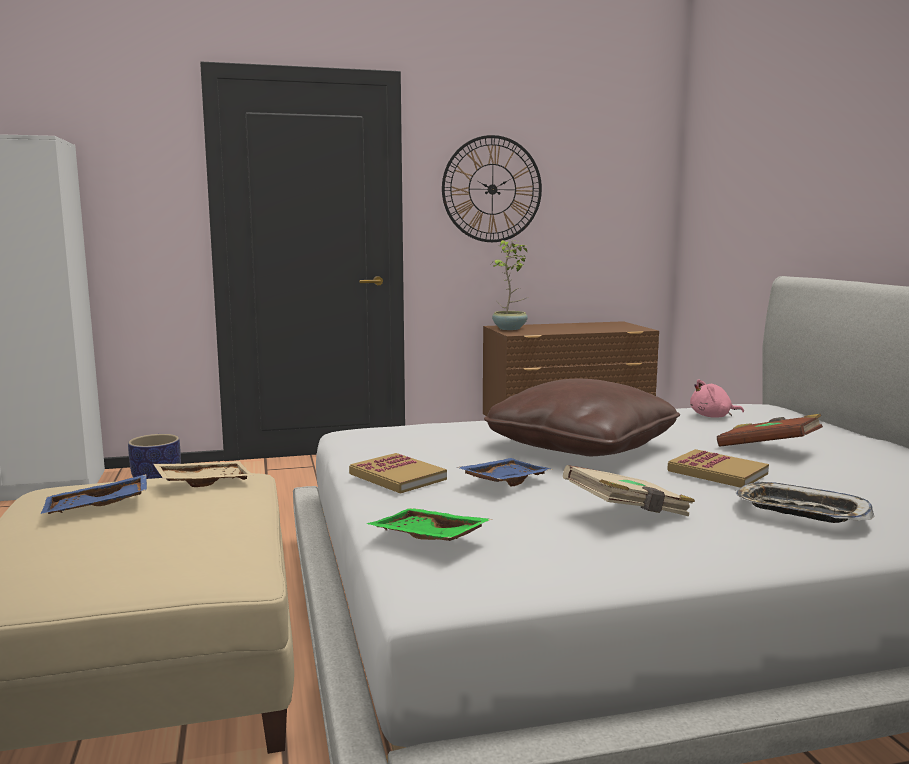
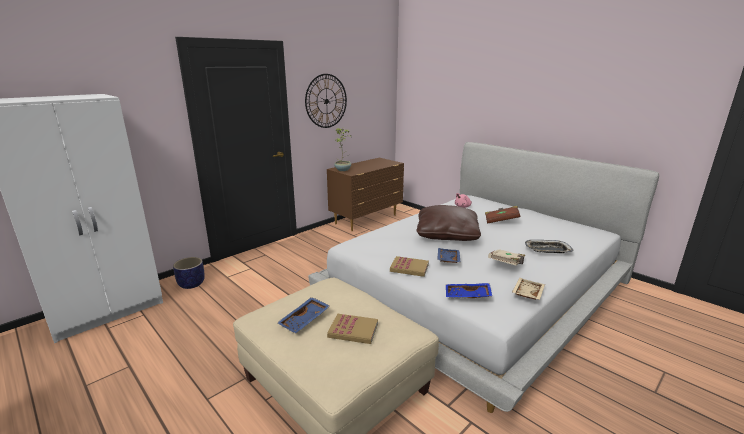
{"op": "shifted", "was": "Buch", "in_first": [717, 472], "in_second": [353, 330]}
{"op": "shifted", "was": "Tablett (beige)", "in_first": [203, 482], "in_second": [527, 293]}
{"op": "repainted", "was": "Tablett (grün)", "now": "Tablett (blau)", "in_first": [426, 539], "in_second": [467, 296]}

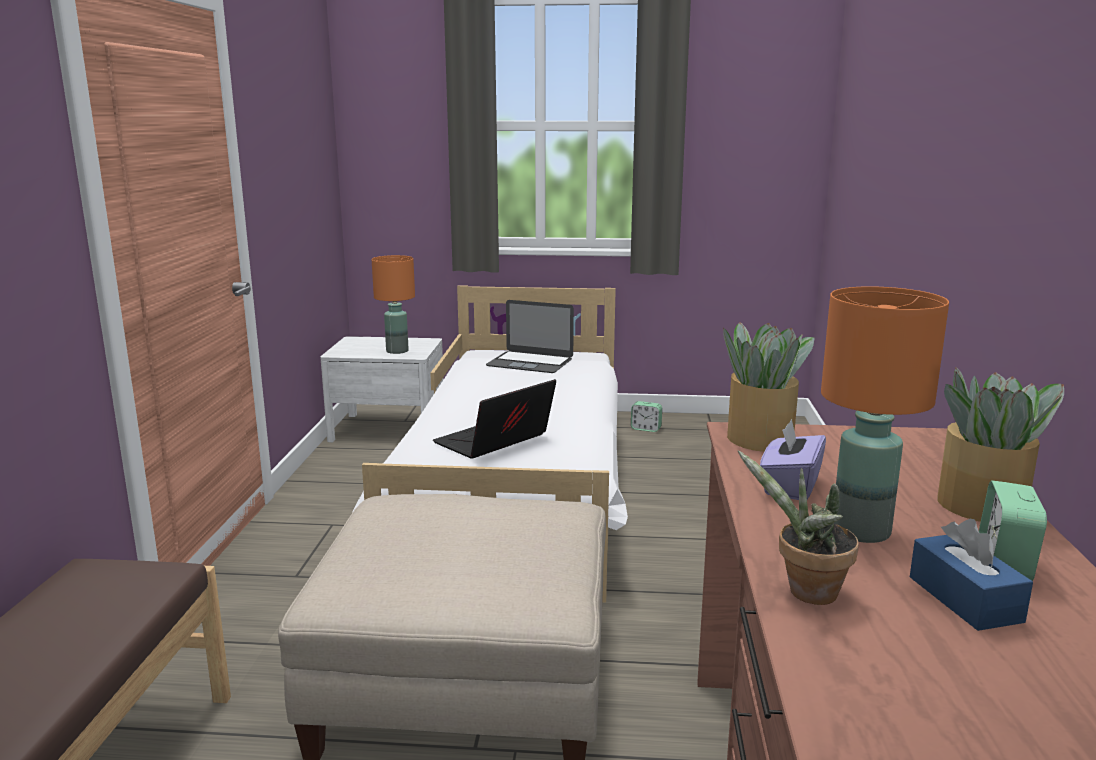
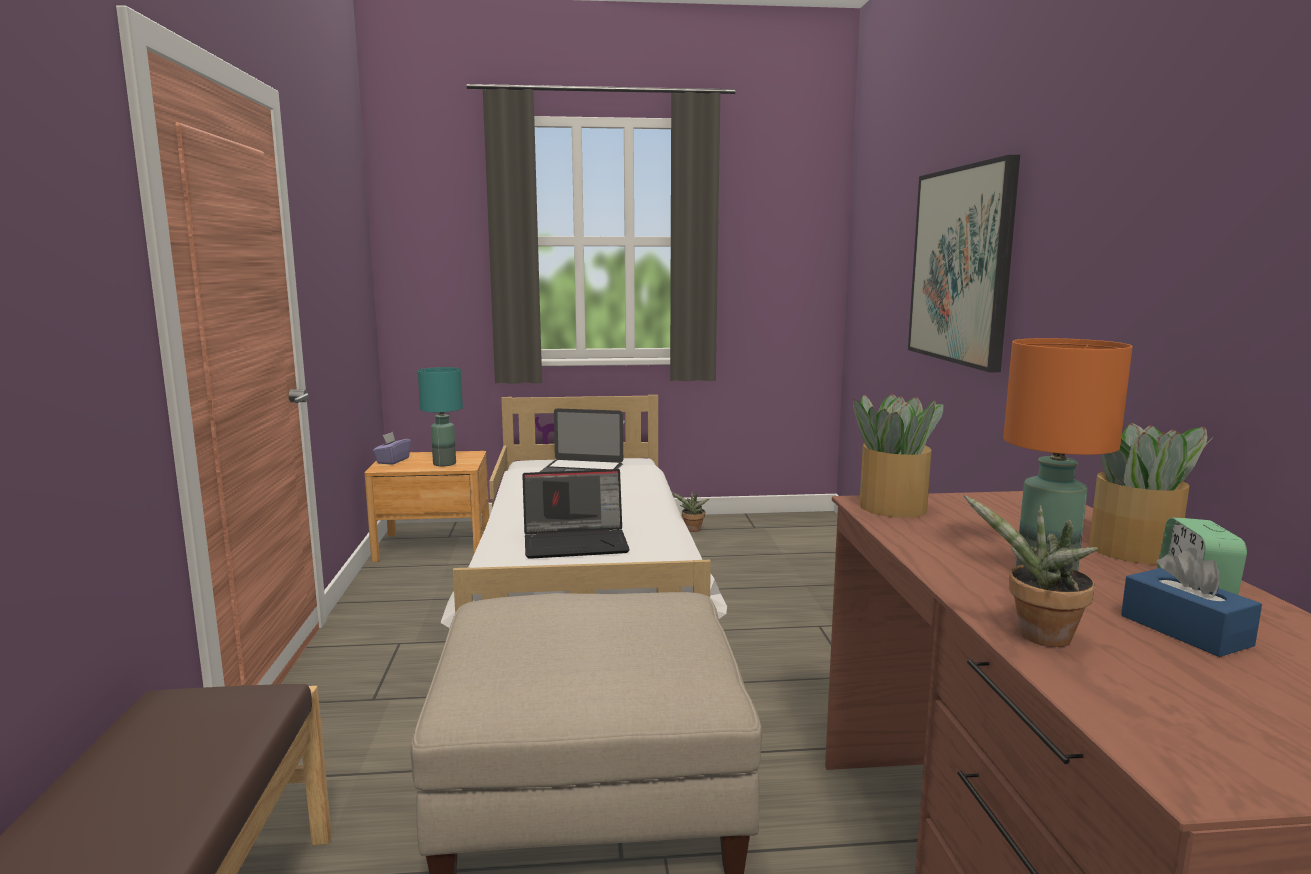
{"op": "repainted", "was": "Tischlampe (orange)", "now": "Tischlampe (türkis)", "in_first": [397, 351], "in_second": [444, 464]}
{"op": "repainted", "was": "Nachttisch (weiß)", "now": "Nachttisch (braun)", "in_first": [388, 429], "in_second": [433, 545]}
{"op": "rotated", "was": "Laptop", "in_first": [494, 442], "in_second": [577, 542], "clockwise": -135}
{"op": "swapped", "was": "Wecker", "now": "Topfpflanze", "in_first": [646, 429], "in_second": [692, 530]}
{"op": "shifted", "was": "Taschentuchbox (lila)", "in_first": [790, 486], "in_second": [392, 461]}
{"op": "new", "now": "Bild", "in_second": [961, 265]}

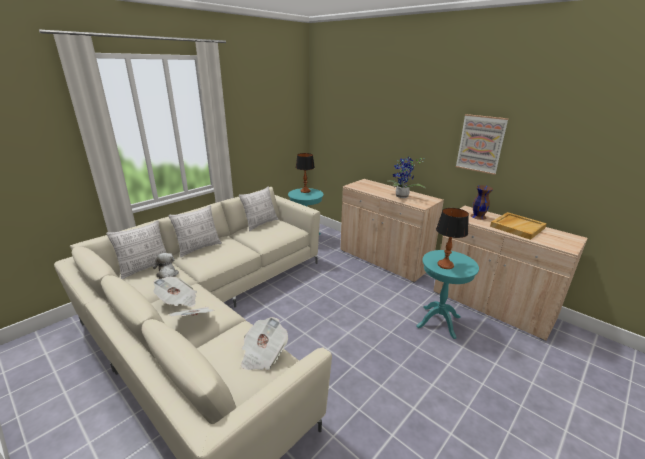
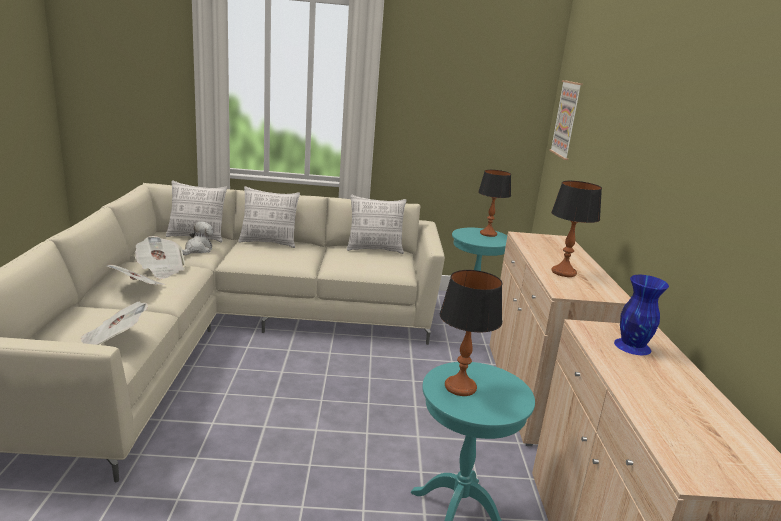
{"op": "shifted", "was": "Bild", "in_first": [480, 144], "in_second": [566, 119]}
{"op": "swapped", "was": "Topfpflanze", "now": "Tischlampe", "in_first": [401, 197], "in_second": [563, 272]}
{"op": "repainted", "was": "Vase (braun)", "now": "Vase (blau)", "in_first": [478, 216], "in_second": [632, 346]}
{"op": "gone", "was": "Tablett (beige)", "in_first": [517, 227]}

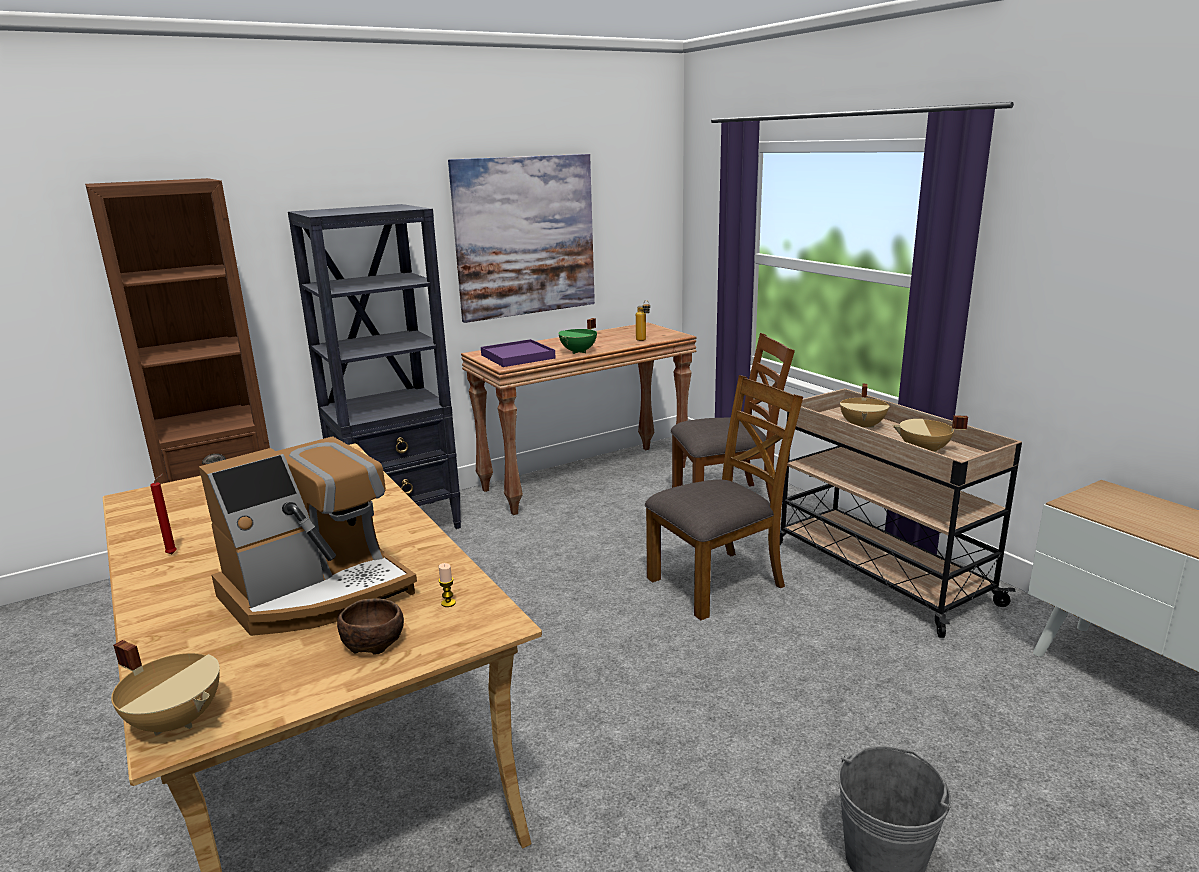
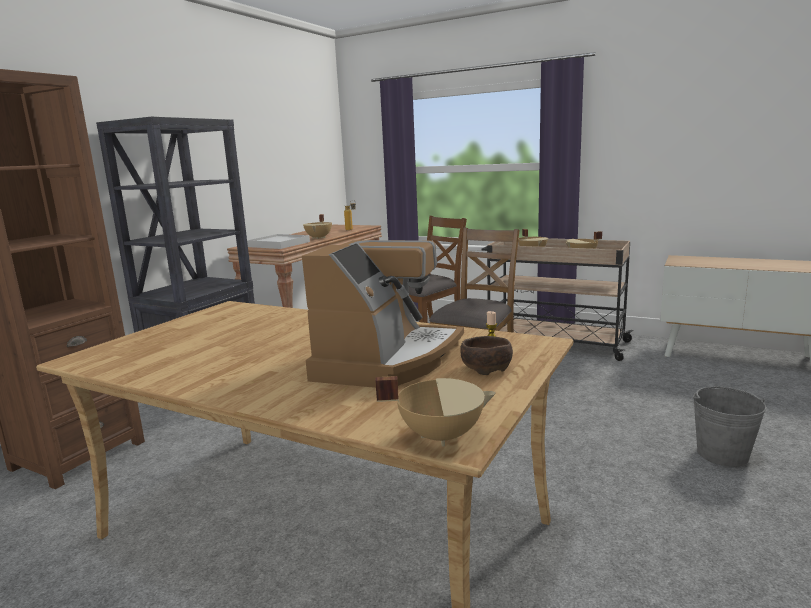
{"op": "gone", "was": "Bild", "in_first": [525, 236]}
{"op": "repainted", "was": "Kochtopf (grün)", "now": "Kochtopf (beige)", "in_first": [579, 351], "in_second": [319, 238]}
{"op": "repainted", "was": "Tablett (lila)", "now": "Tablett (weiß)", "in_first": [518, 357], "in_second": [279, 244]}
{"op": "gone", "was": "Kerze (rot)", "in_first": [173, 553]}

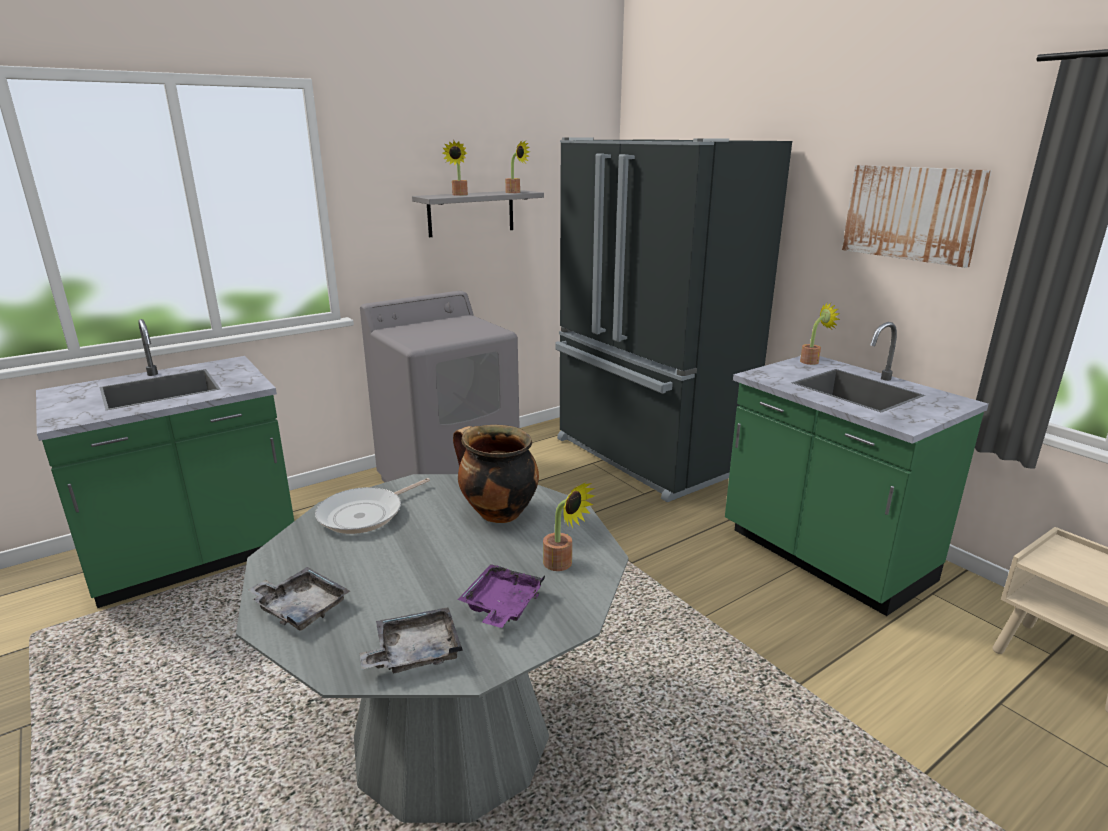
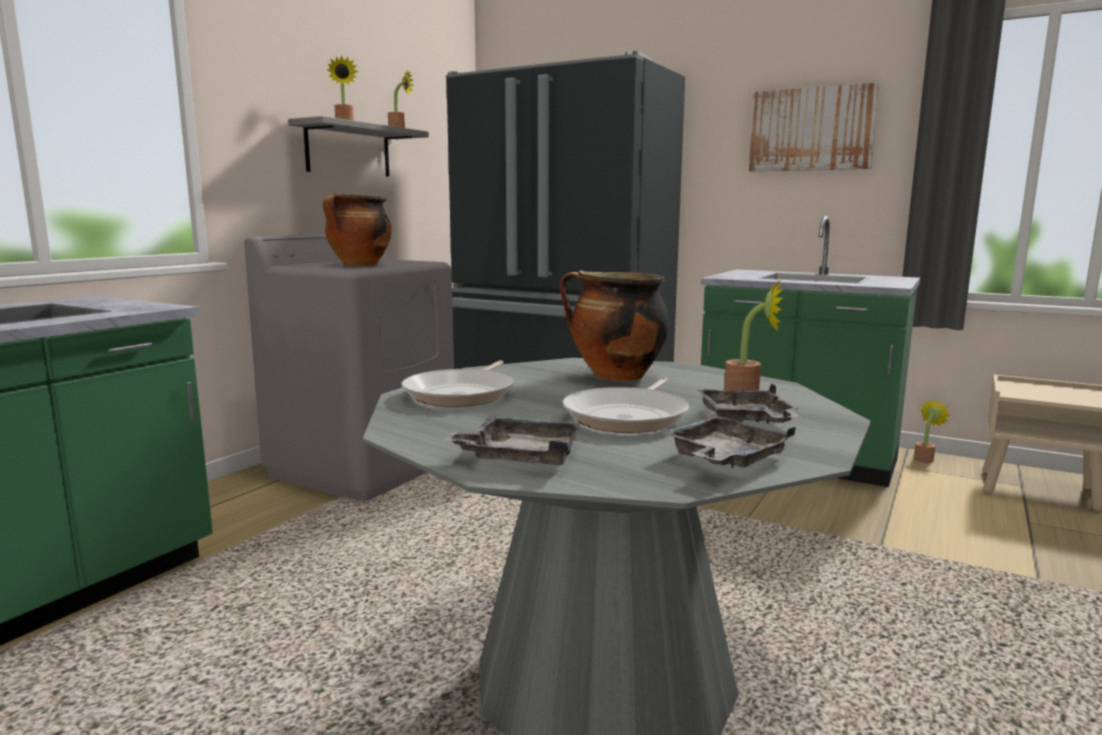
{"op": "shifted", "was": "Topfpflanze", "in_first": [812, 361], "in_second": [925, 459]}
{"op": "repainted", "was": "Tablett (lila)", "now": "Tablett (grau)", "in_first": [501, 605], "in_second": [746, 421]}
{"op": "new", "now": "Kochtopf", "in_second": [359, 265]}
{"op": "new", "now": "Pfanne", "in_second": [628, 416]}

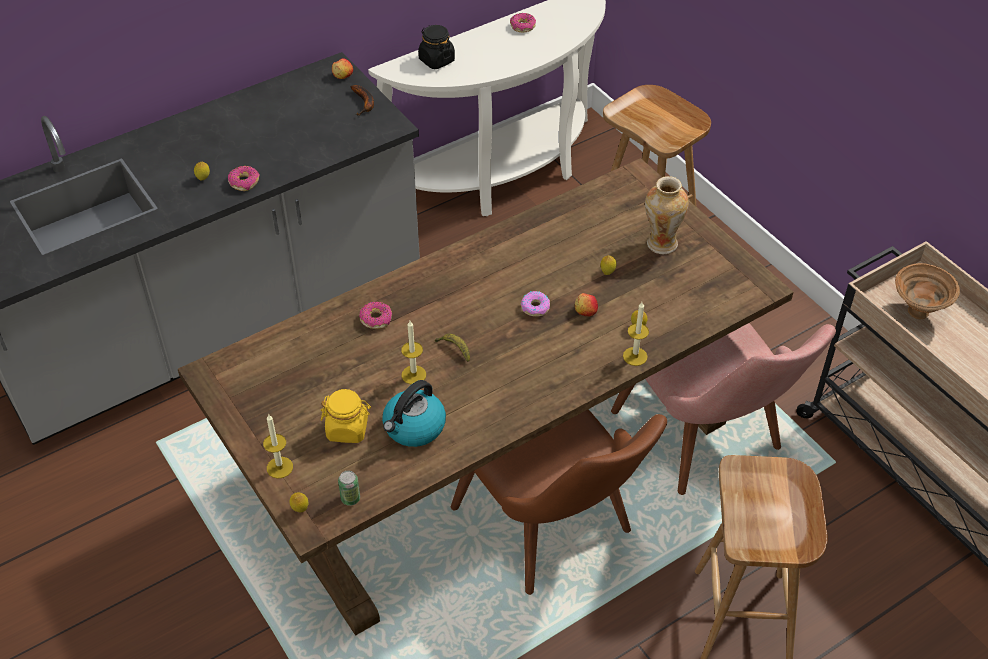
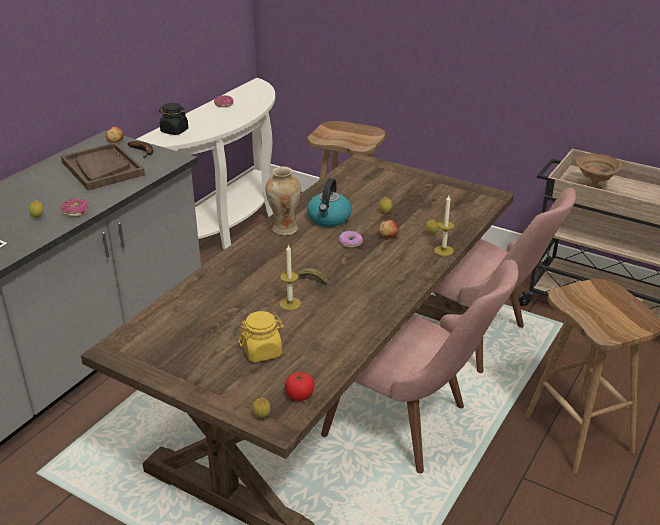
{"op": "shifted", "was": "Vase", "in_first": [661, 244], "in_second": [284, 229]}
{"op": "gone", "was": "Donut", "in_first": [376, 319]}
{"op": "shifted", "was": "Wasserkessel", "in_first": [414, 428], "in_second": [329, 219]}
{"op": "repainted", "was": "Stuhl (braun)", "now": "Stuhl (rosa)", "in_first": [556, 534], "in_second": [412, 426]}
{"op": "gone", "was": "Kerze", "in_first": [279, 467]}
{"op": "swapped", "was": "Dose", "now": "Tomate", "in_first": [350, 498], "in_second": [299, 395]}
{"op": "new", "now": "Tablett (braun)", "in_second": [102, 168]}

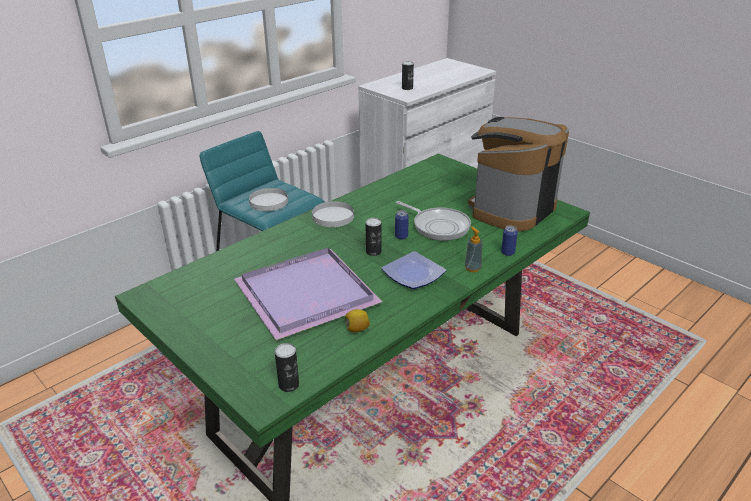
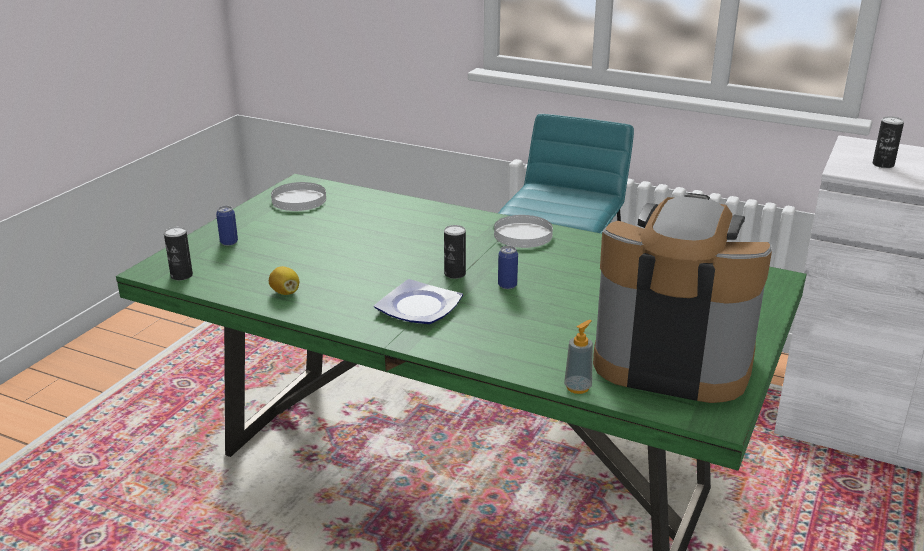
{"op": "shifted", "was": "Teller (weiß)", "in_first": [268, 201], "in_second": [299, 199]}
{"op": "gone", "was": "Pfanne", "in_first": [438, 226]}
{"op": "shifted", "was": "Seifenspender", "in_first": [472, 268], "in_second": [577, 387]}
{"op": "shifted", "was": "Dose", "in_first": [507, 253], "in_second": [229, 242]}
{"op": "gone", "was": "Tablett (lila)", "in_first": [305, 296]}

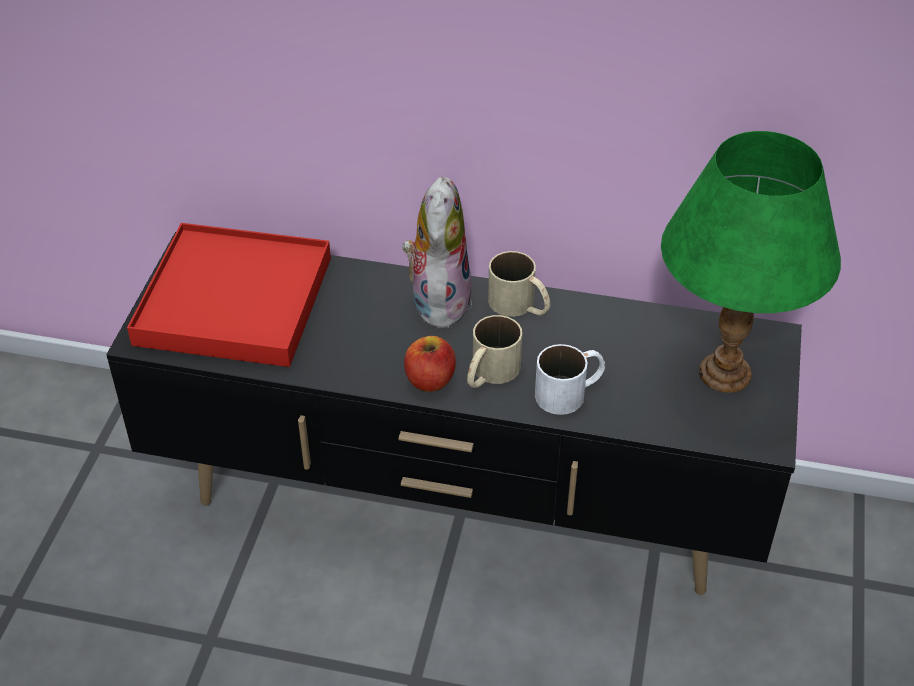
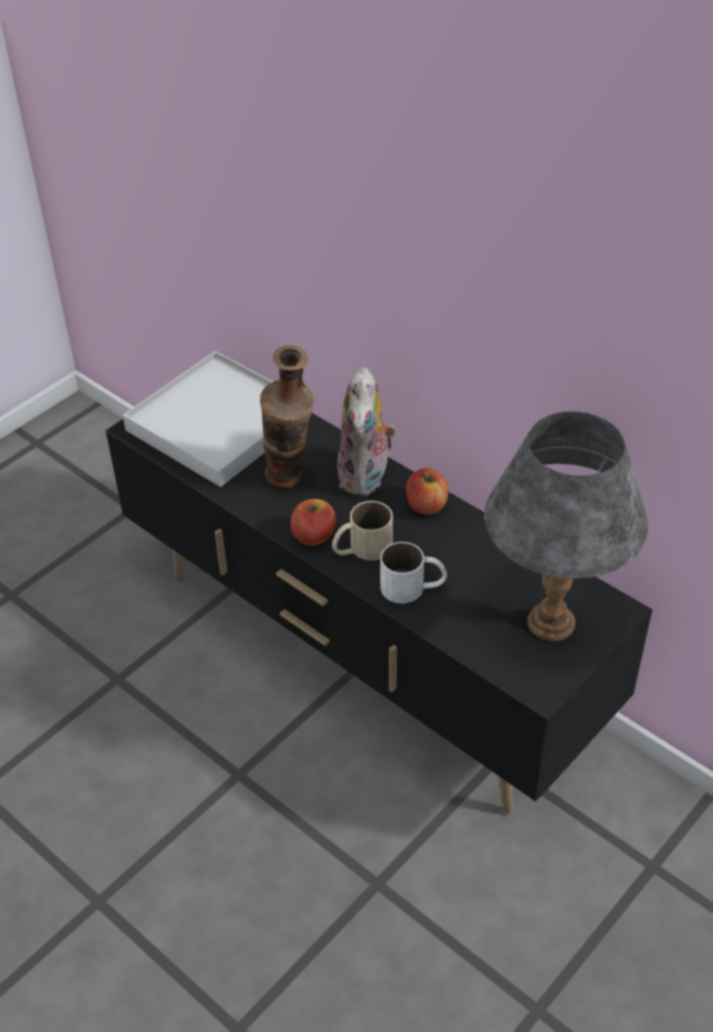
{"op": "repainted", "was": "Tischlampe (grün)", "now": "Tischlampe (grau)", "in_first": [724, 374], "in_second": [550, 623]}
{"op": "rotated", "was": "Plüschtier", "in_first": [438, 300], "in_second": [366, 477], "clockwise": 150}
{"op": "repainted", "was": "Tablett (rot)", "now": "Tablett (weiß)", "in_first": [233, 301], "in_second": [217, 423]}
{"op": "swapped", "was": "Henkelbecher (beige)", "now": "Apfel", "in_first": [520, 306], "in_second": [426, 505]}
{"op": "new", "now": "Vase", "in_second": [290, 484]}

